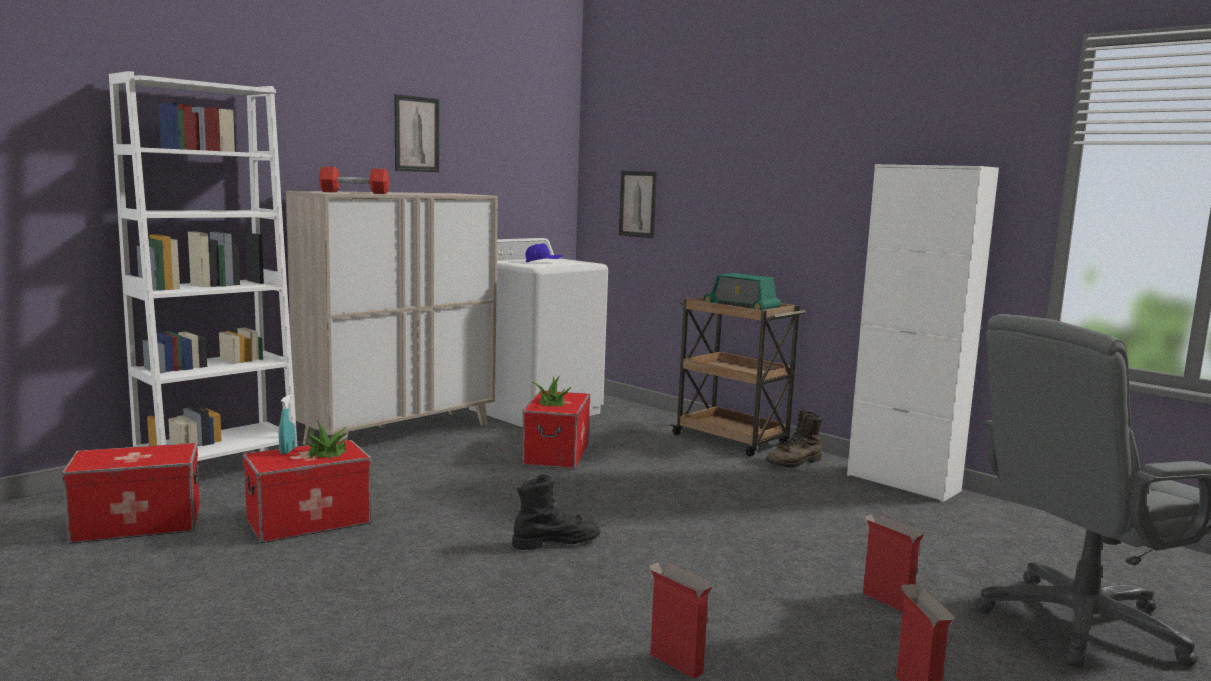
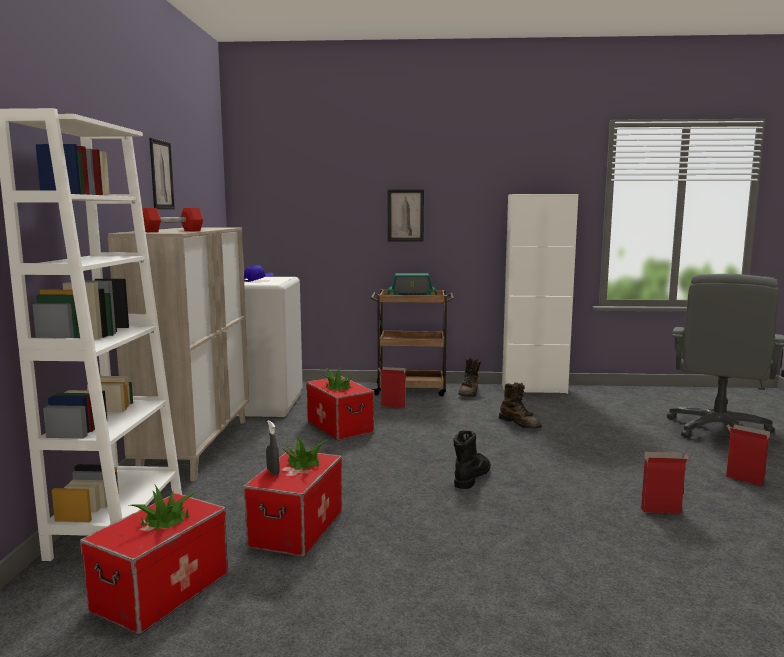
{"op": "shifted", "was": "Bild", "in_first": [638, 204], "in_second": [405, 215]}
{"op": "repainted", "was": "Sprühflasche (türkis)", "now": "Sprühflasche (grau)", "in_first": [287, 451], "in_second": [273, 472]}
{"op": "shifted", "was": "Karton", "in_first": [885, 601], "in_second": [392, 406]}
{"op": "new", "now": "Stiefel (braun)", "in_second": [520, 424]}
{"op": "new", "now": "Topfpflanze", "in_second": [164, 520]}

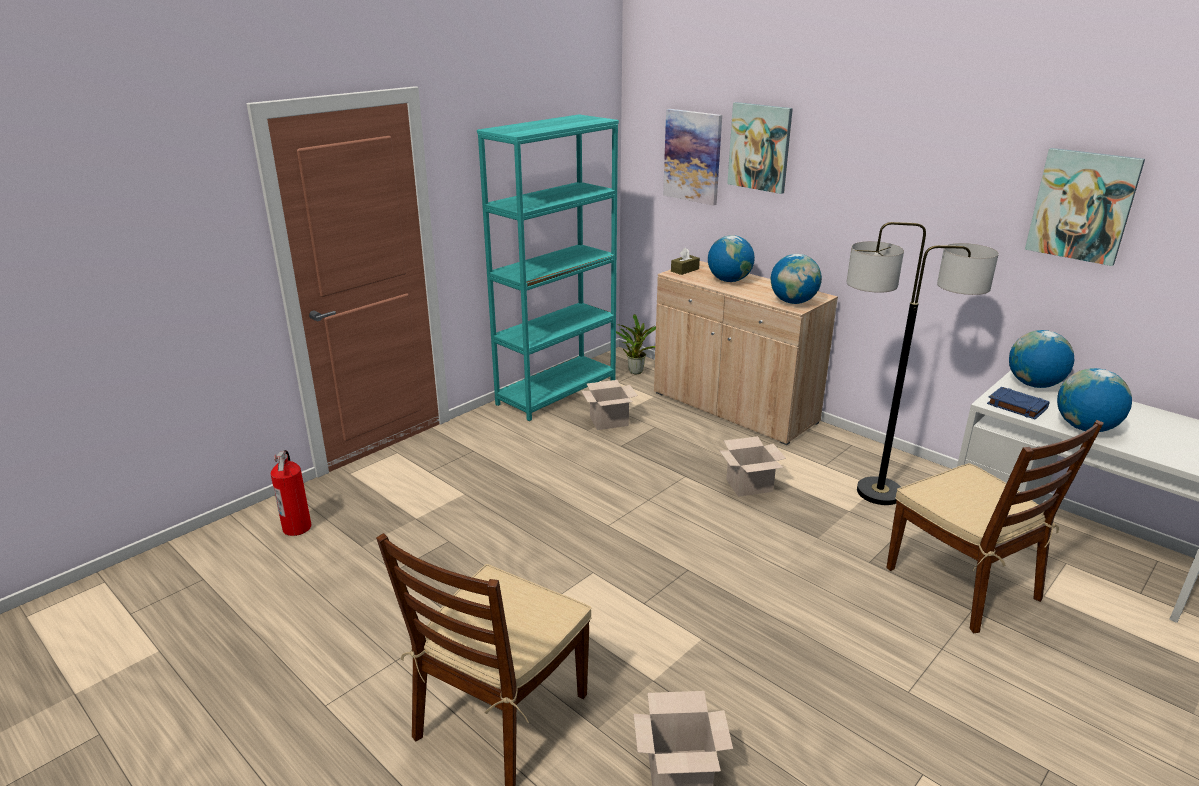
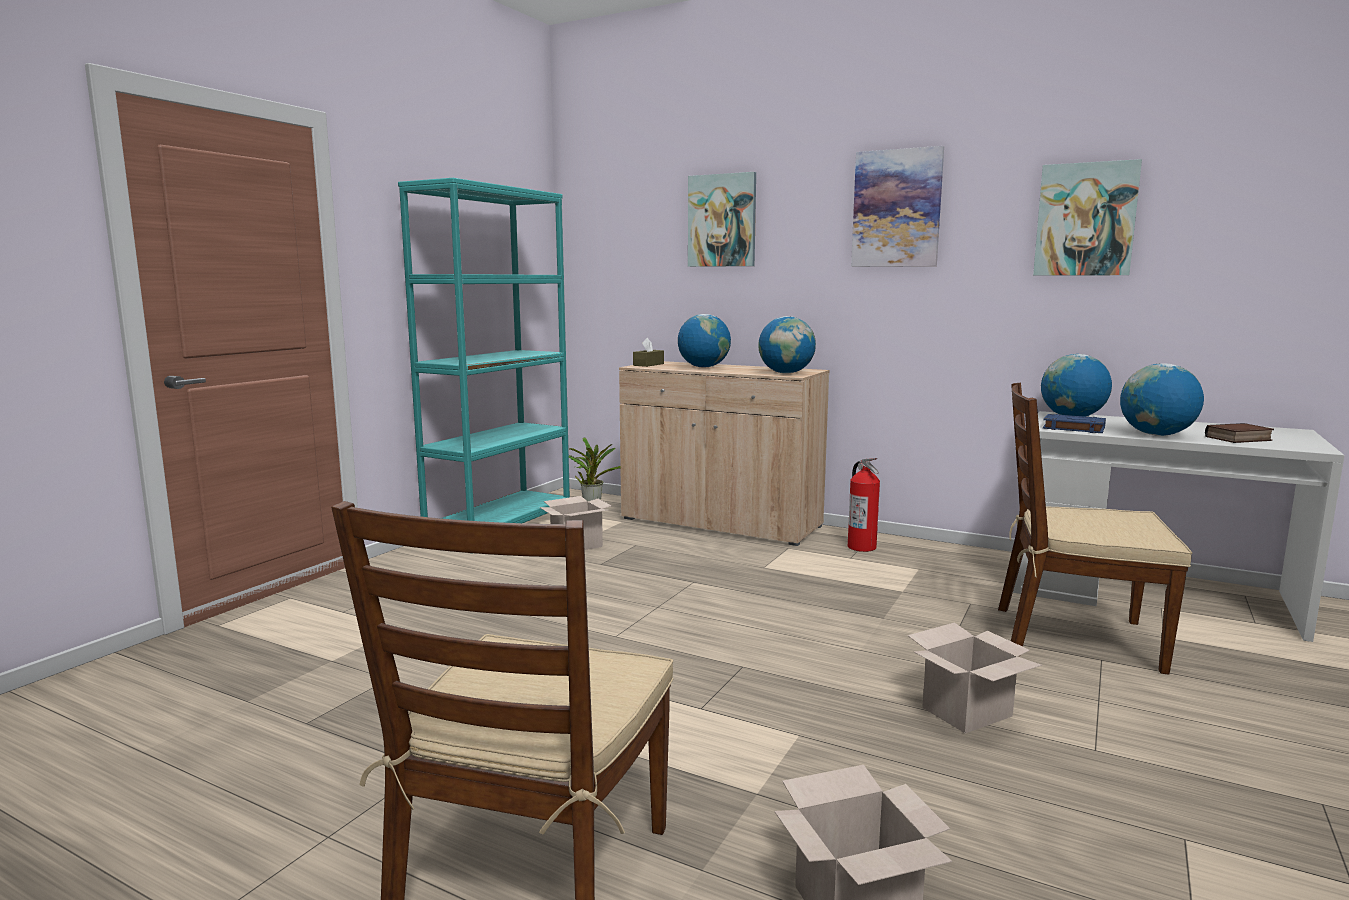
{"op": "shifted", "was": "Bild", "in_first": [693, 156], "in_second": [896, 208]}
{"op": "gone", "was": "Stehlampe", "in_first": [879, 492]}
{"op": "rotated", "was": "Stuhl (braun)", "in_first": [964, 584], "in_second": [1074, 638], "clockwise": 150}
{"op": "shifted", "was": "Karton", "in_first": [748, 486], "in_second": [966, 713]}
{"op": "shifted", "was": "Feuerlöscher", "in_first": [298, 527], "in_second": [862, 547]}
{"op": "new", "now": "Buch", "in_second": [1238, 439]}

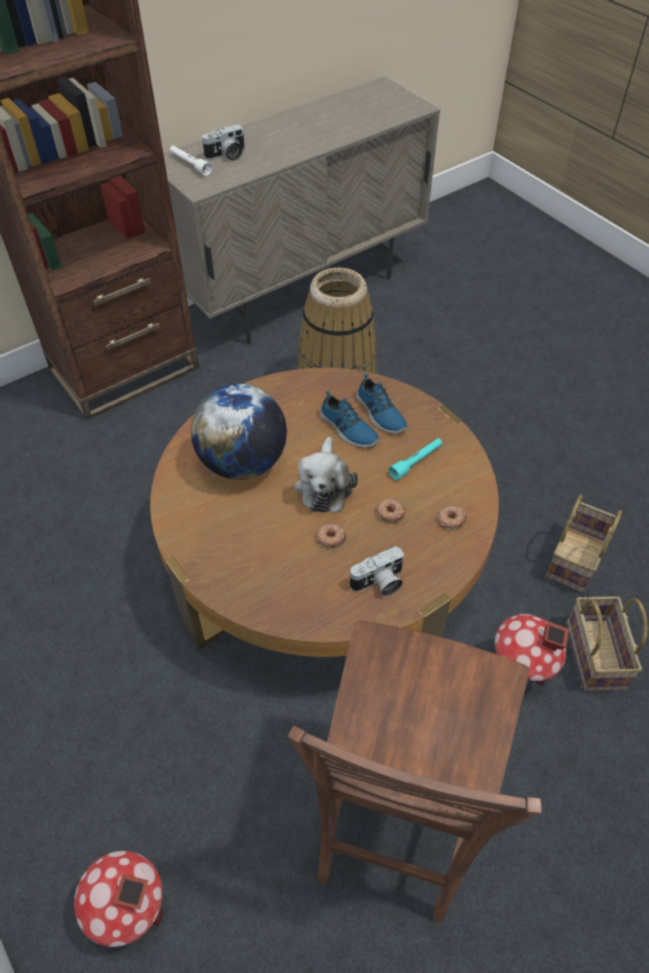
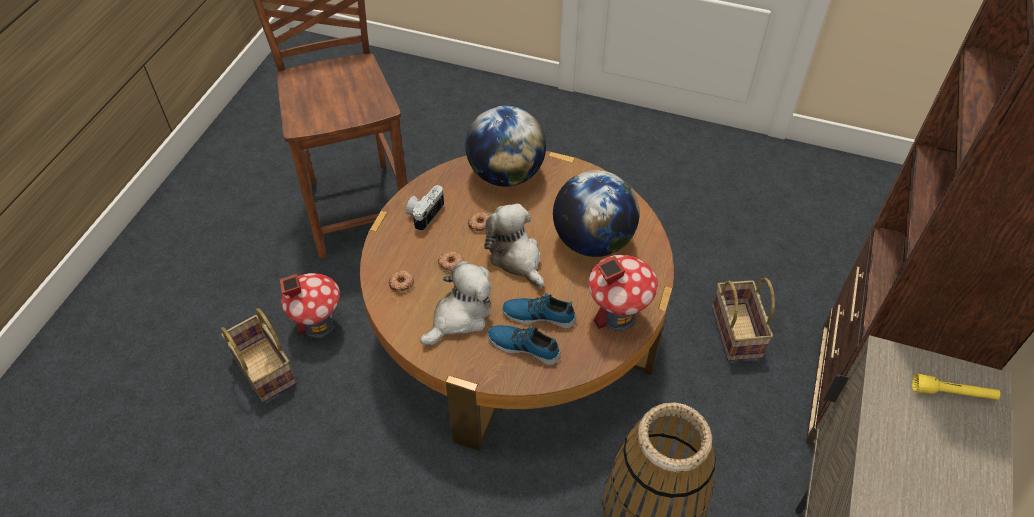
{"op": "gone", "was": "Kamera", "in_first": [227, 155]}
{"op": "repainted", "was": "Taschenlampe (weiß)", "now": "Taschenlampe (gelb)", "in_first": [190, 165], "in_second": [952, 393]}
{"op": "swapped", "was": "Taschenlampe (türkis)", "now": "Plüschtier", "in_first": [416, 462], "in_second": [460, 316]}
{"op": "shifted", "was": "Korb", "in_first": [576, 561], "in_second": [734, 330]}
{"op": "shifted", "was": "Spielzeughaus", "in_first": [132, 912], "in_second": [617, 316]}
{"op": "new", "now": "Globus", "in_second": [506, 174]}

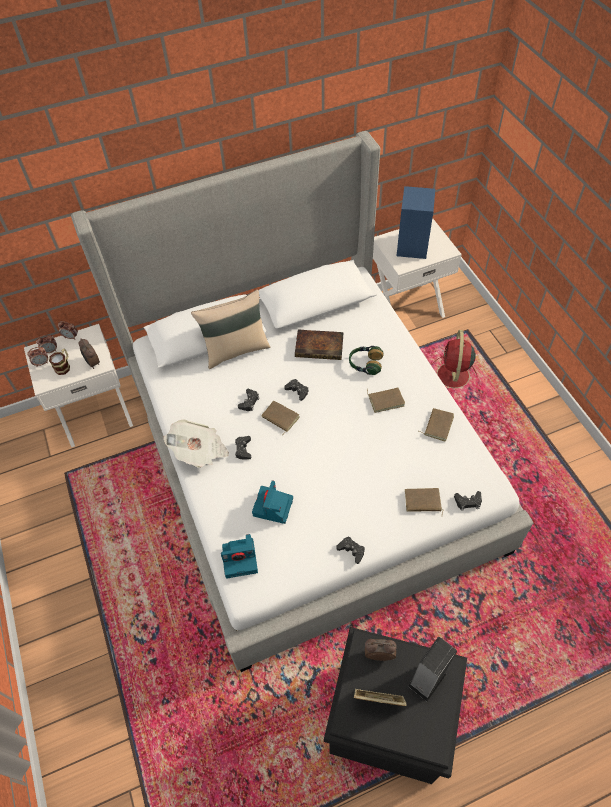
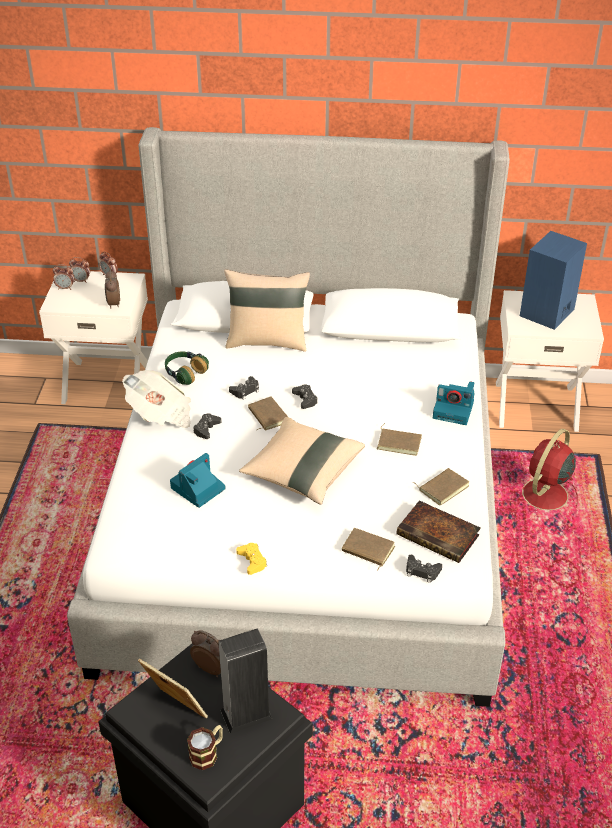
{"op": "shifted", "was": "Buch", "in_first": [320, 347], "in_second": [440, 535]}
{"op": "shifted", "was": "Kopfhörer", "in_first": [365, 364], "in_second": [185, 373]}
{"op": "shifted", "was": "Henkelbecher", "in_first": [64, 366], "in_second": [207, 753]}
{"op": "shifted", "was": "Kamera", "in_first": [241, 558], "in_second": [454, 410]}
{"op": "repainted", "was": "Gamepad (schwarz)", "now": "Gamepad (gelb)", "in_first": [351, 550], "in_second": [252, 561]}
{"op": "new", "now": "Kissen (beige)", "in_second": [302, 473]}

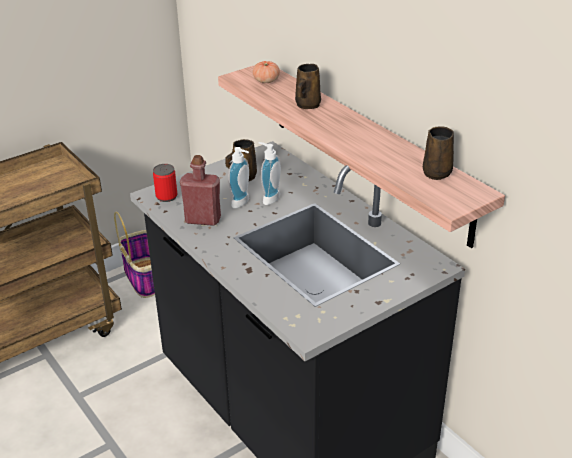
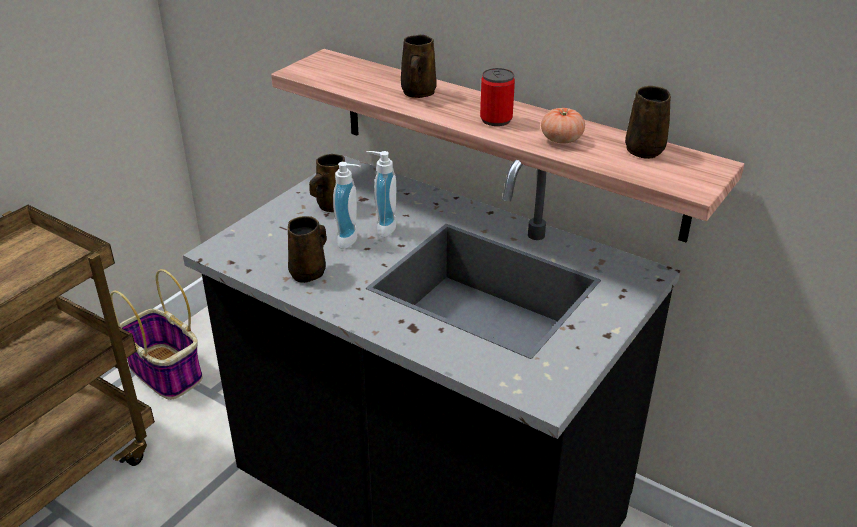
{"op": "shifted", "was": "Tomate", "in_first": [266, 81], "in_second": [561, 139]}
{"op": "swapped", "was": "Flasche (rot)", "now": "Henkelbecher (braun)", "in_first": [203, 219], "in_second": [309, 272]}
{"op": "shifted", "was": "Dose", "in_first": [166, 196], "in_second": [496, 119]}

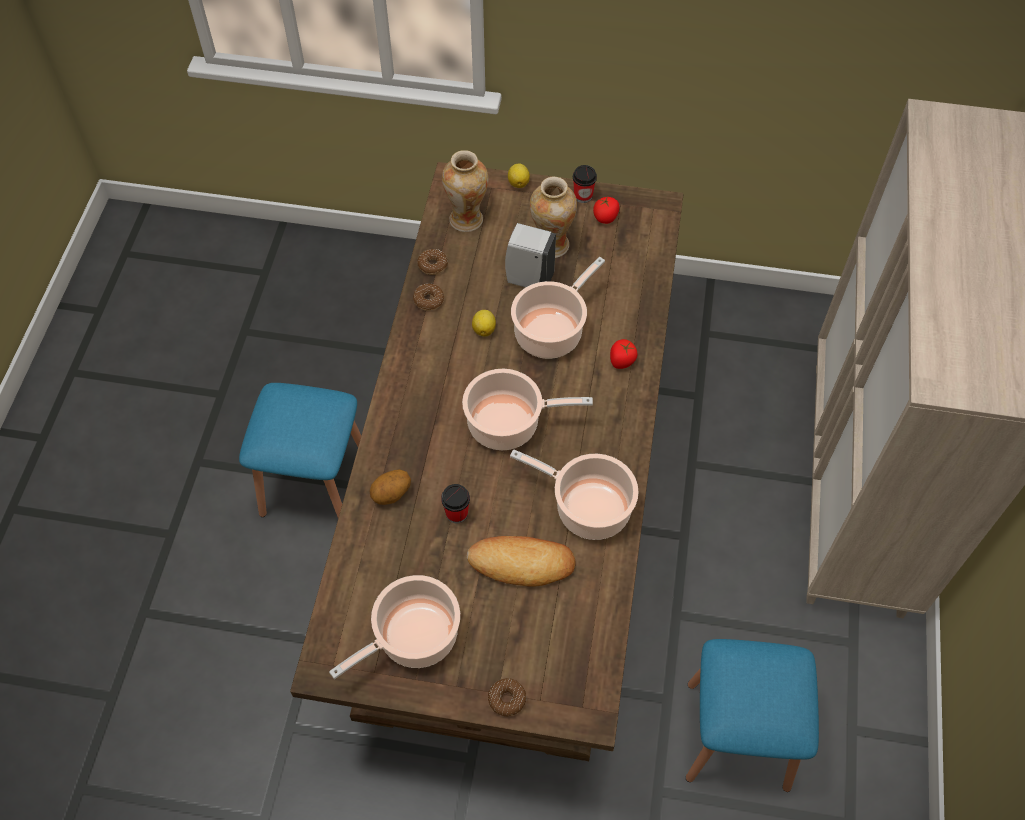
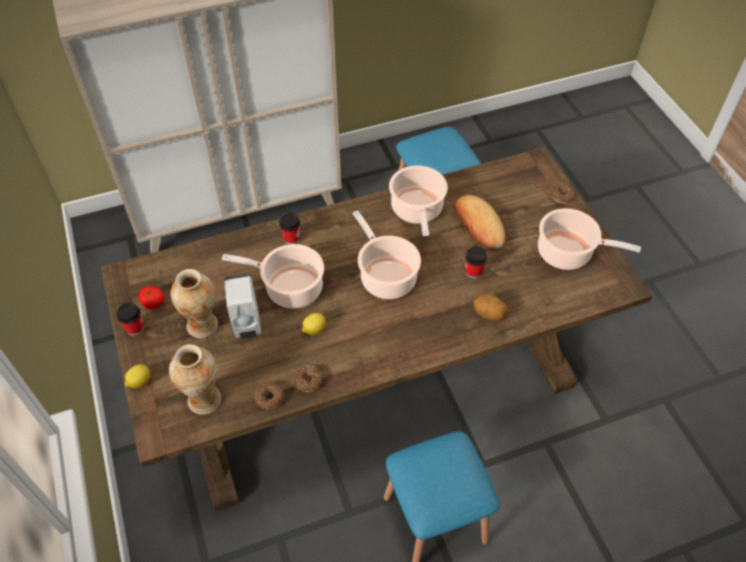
{"op": "swapped", "was": "Tomate", "now": "Tasse", "in_first": [622, 361], "in_second": [291, 238]}

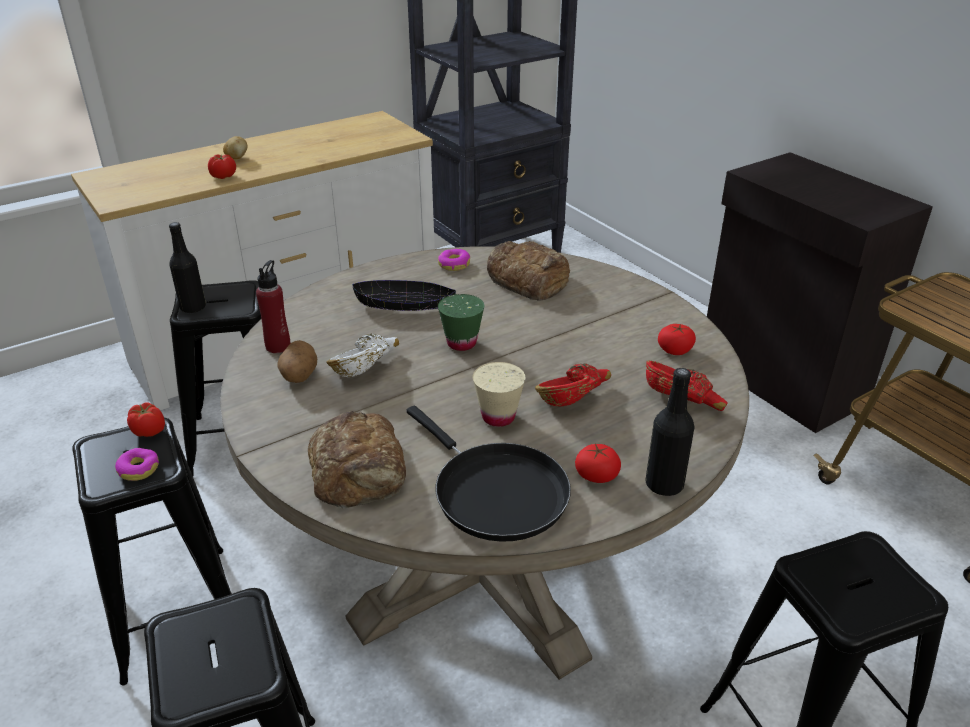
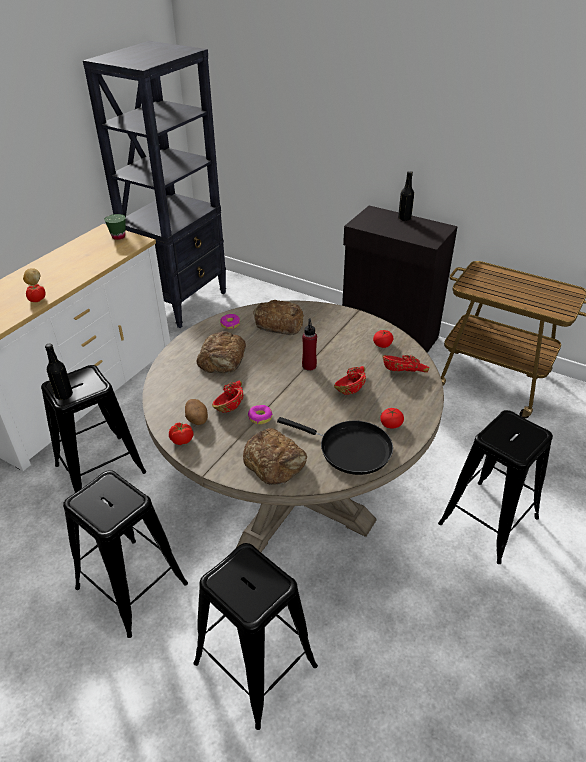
{"op": "shifted", "was": "Flasche (rot)", "in_first": [278, 346], "in_second": [309, 366]}
{"op": "swapped", "was": "Schüssel (schwarz)", "now": "Brot", "in_first": [405, 306], "in_second": [222, 359]}
{"op": "shifted", "was": "Tasse (grün)", "in_first": [461, 343], "in_second": [118, 236]}
{"op": "repainted", "was": "Schüssel (weiß)", "now": "Schüssel (rot)", "in_first": [365, 366], "in_second": [230, 402]}
{"op": "gone", "was": "Tasse (beige)", "in_first": [498, 417]}
{"op": "shifted", "was": "Flasche (schwarz)", "in_first": [664, 484], "in_second": [404, 218]}
{"op": "shifted", "was": "Tomate", "in_first": [149, 431], "in_second": [182, 440]}
{"op": "shifted", "was": "Donut", "in_first": [139, 469], "in_second": [260, 417]}

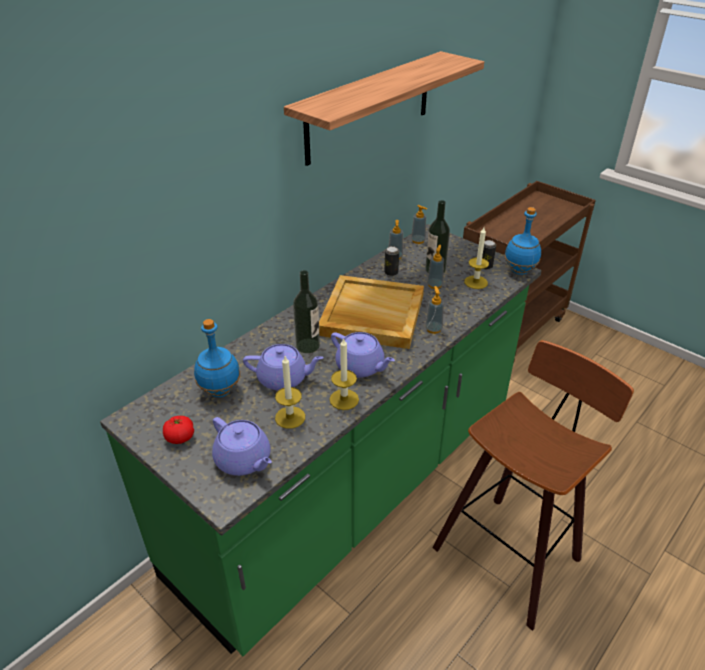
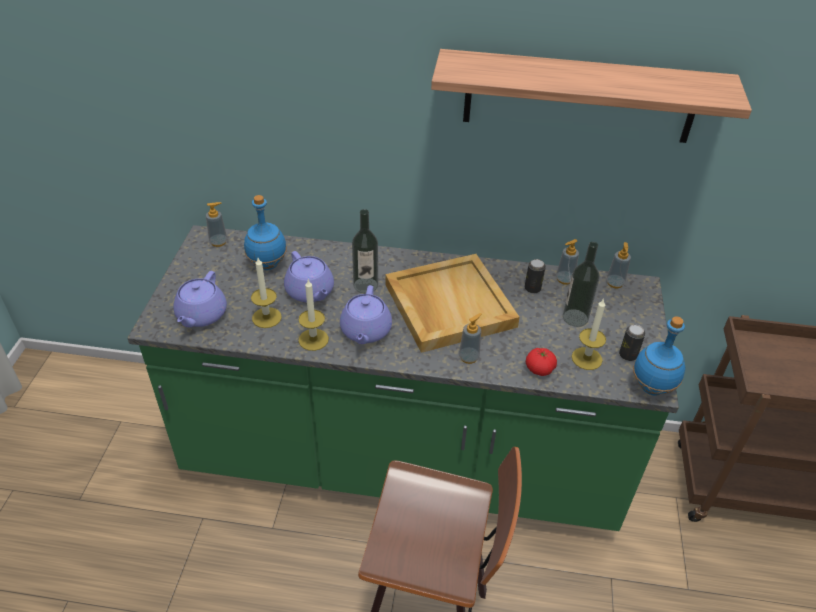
{"op": "shifted", "was": "Seifenspender", "in_first": [434, 285], "in_second": [218, 242]}
{"op": "shifted", "was": "Tomate", "in_first": [180, 437], "in_second": [539, 369]}

